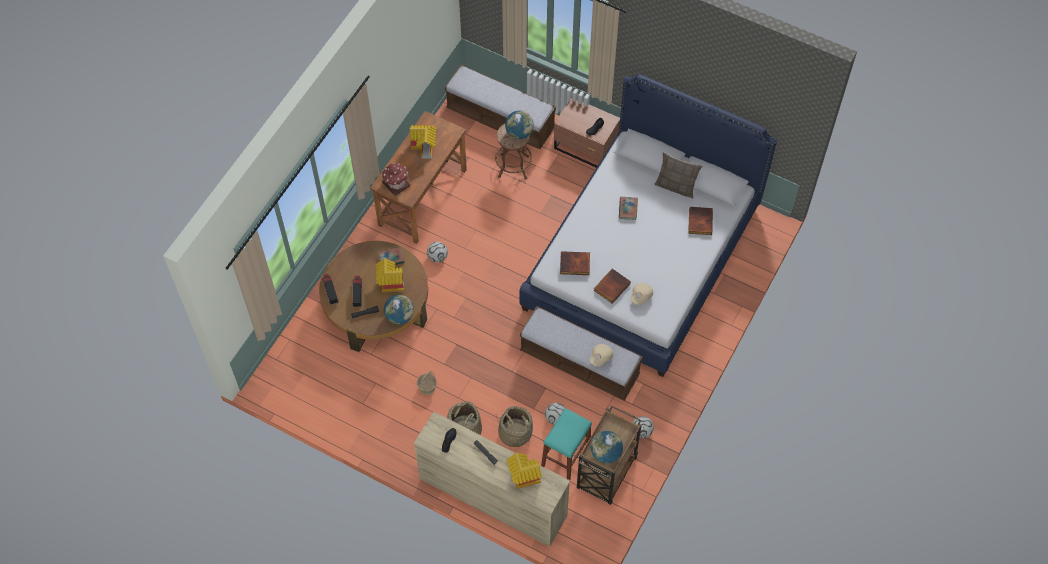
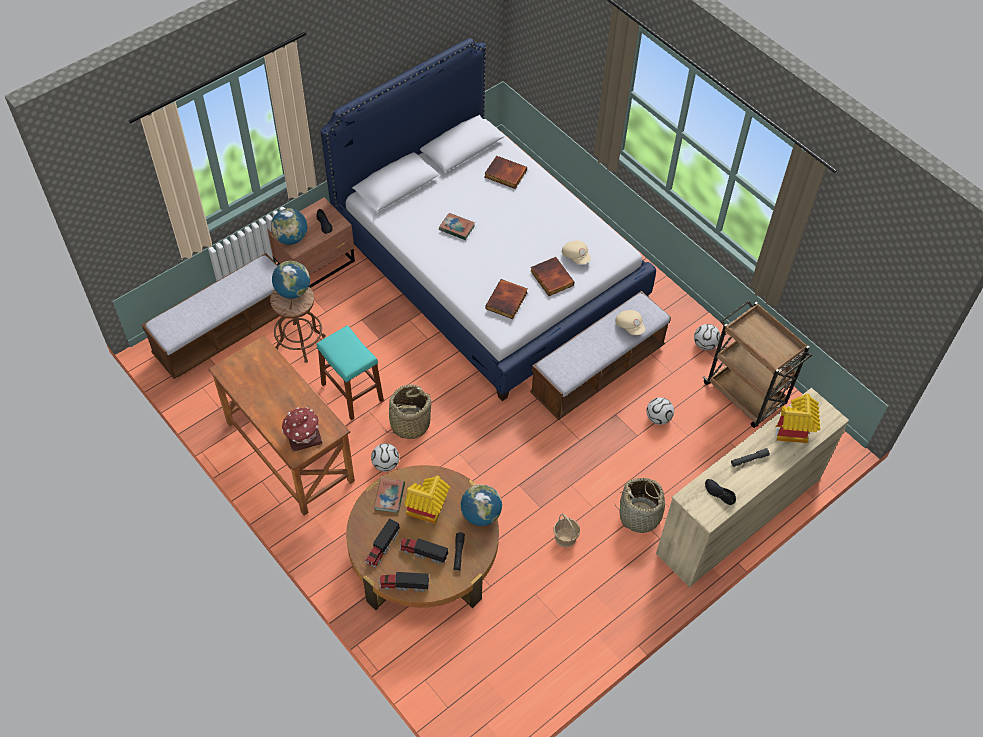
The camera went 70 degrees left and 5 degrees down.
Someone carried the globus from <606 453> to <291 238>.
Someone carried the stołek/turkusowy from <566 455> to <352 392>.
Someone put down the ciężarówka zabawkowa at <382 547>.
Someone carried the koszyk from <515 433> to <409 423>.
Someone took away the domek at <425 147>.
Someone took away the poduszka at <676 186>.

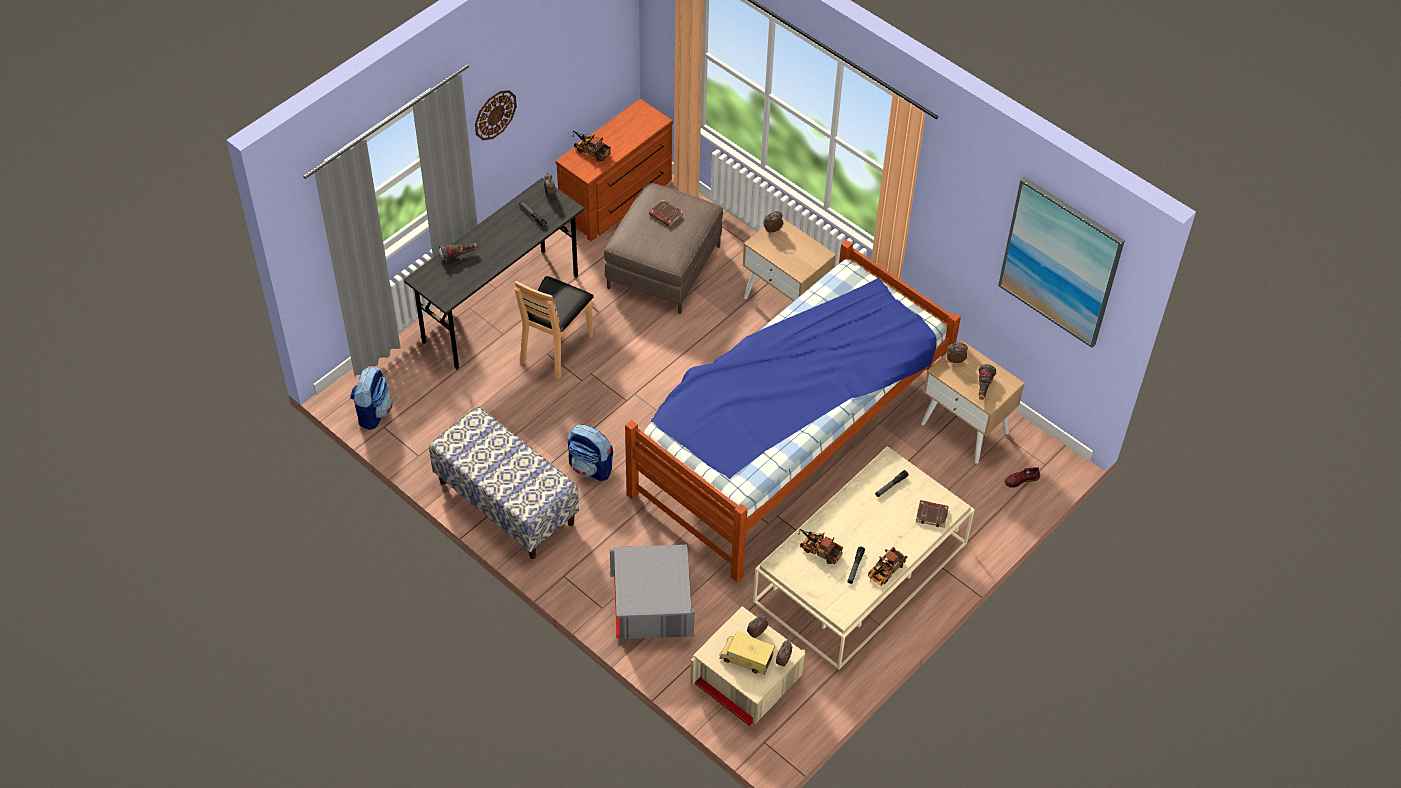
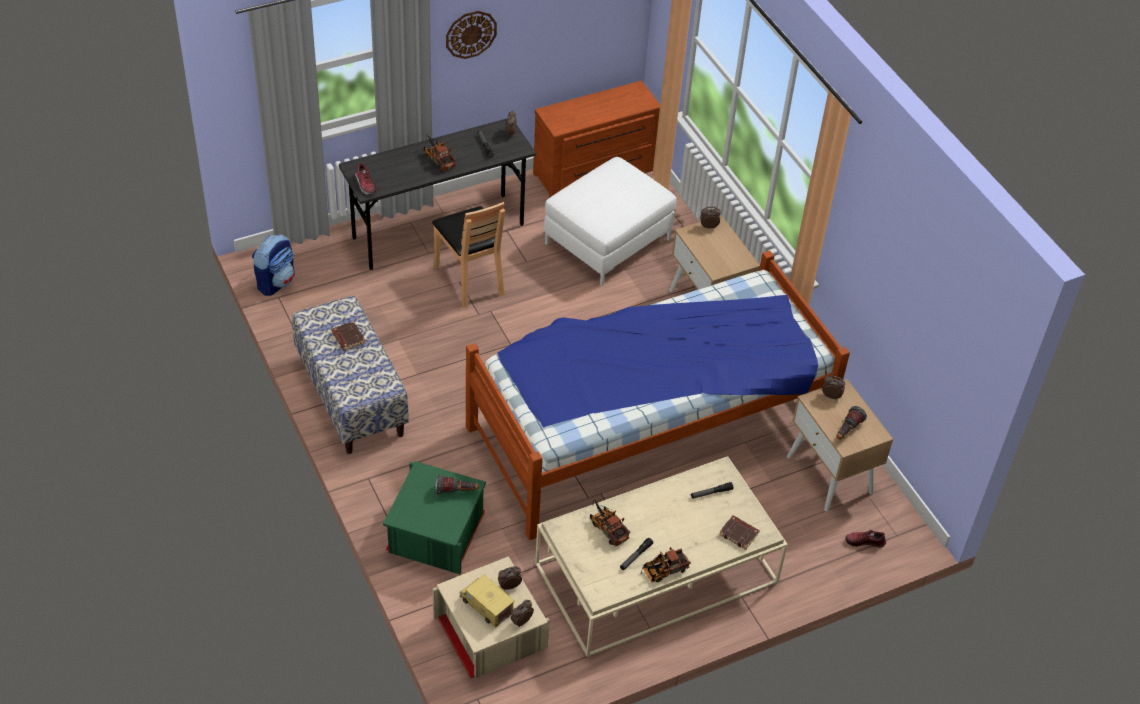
The camera went 20 degrees right and 5 degrees down.
Someone carried the książka/brązowy from <665 215> to <348 338>.
Someone put down the but at <364 184>.
Someone repainted the pojemnik do przechowywania/szary at <651 607>, which became the pojemnik do przechowywania/zielony at <434 535>.
Someone carried the ciężarówka zabawkowa from <590 150> to <438 159>.
Someone rotated the krzesło/brązowy at <556 348> by 75 degrees counterclockwise.
Someone carried the latarka from <459 256> to <457 491>.
Someone repainted the pufa/brązowy at <664 267>, which became the pufa/biały at <607 241>.
Someone took away the plecak at <591 467>.
Someone took away the obraz at <1060 262>.

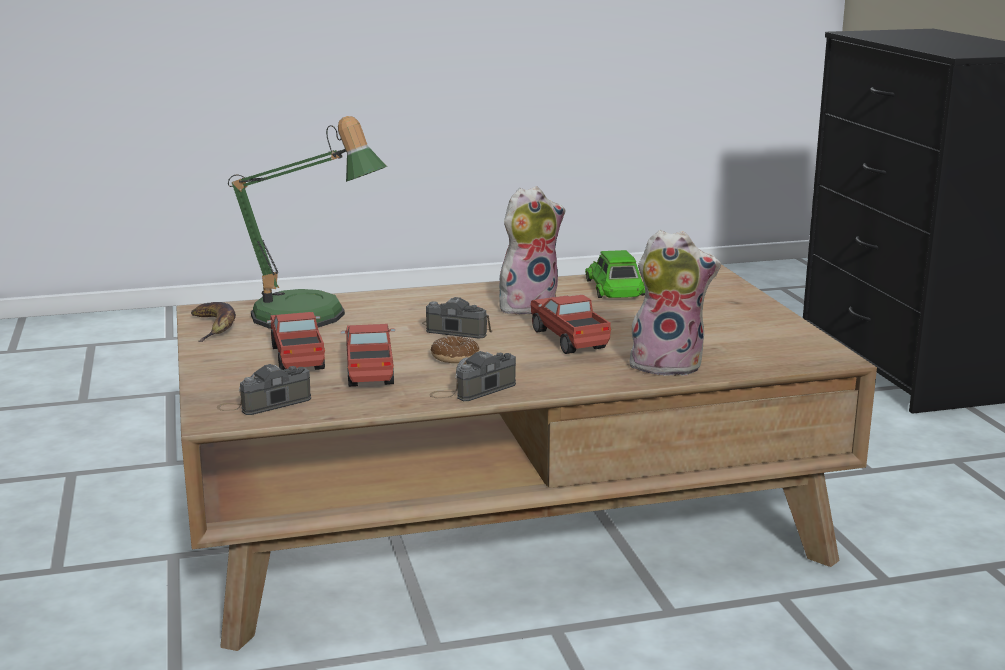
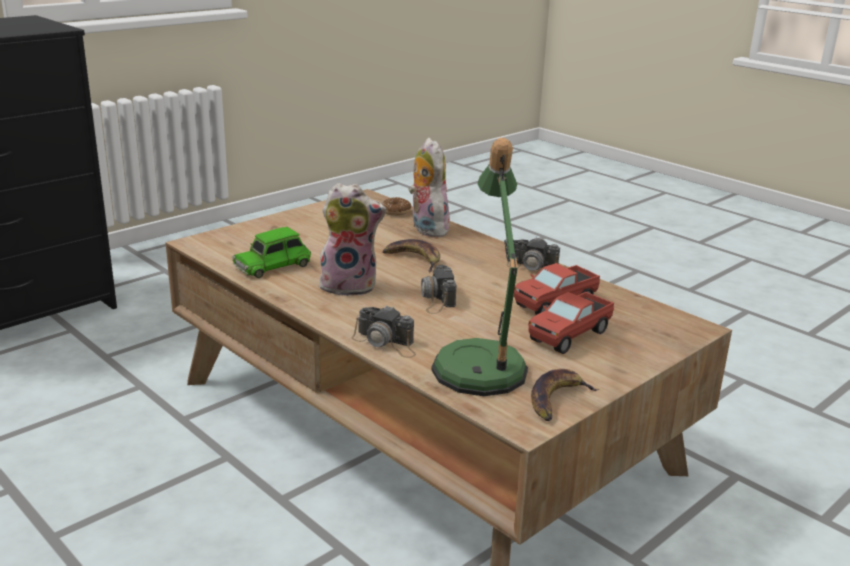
The camera went 120 degrees left and 5 degrees up.
Someone rotated the pluszak at <528 305> by 150 degrees clockwise.
Someone carried the aparat fotograficzny from <265 403> to <386 343>.
Someone carried the donut from <455 357> to <395 211>.
Someone swapped the ciężarówka zabawkowa at <569 340> for the banan at <414 259>.

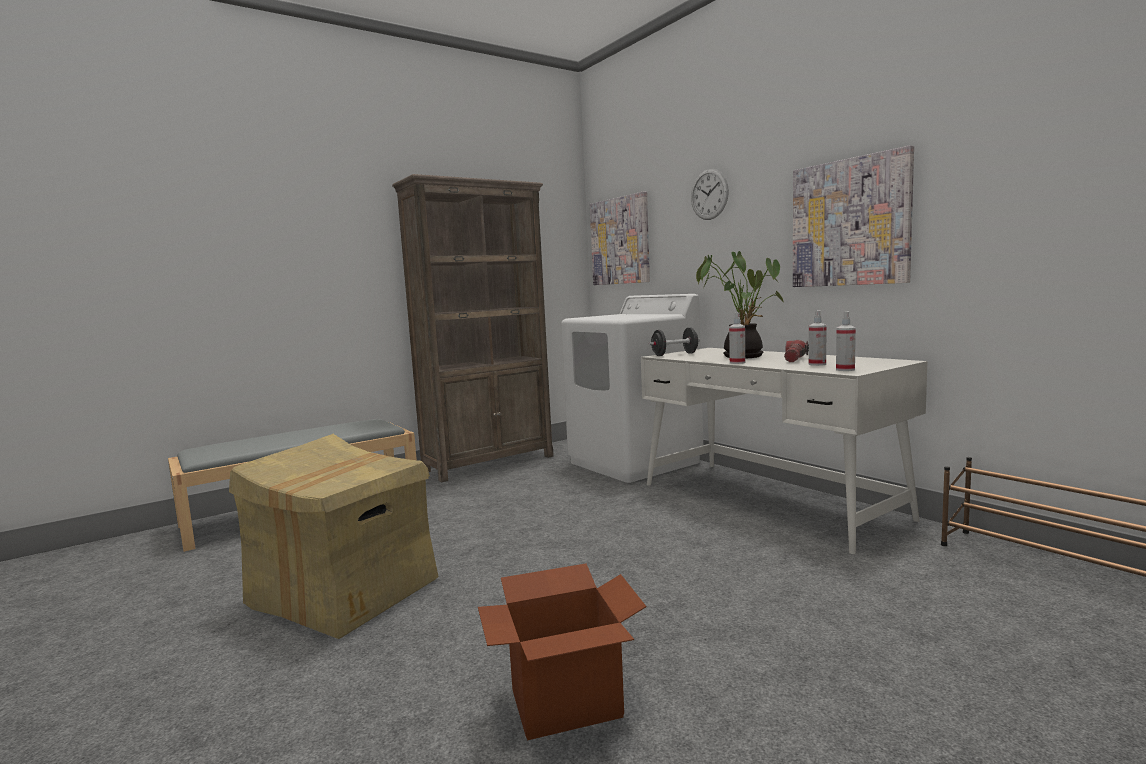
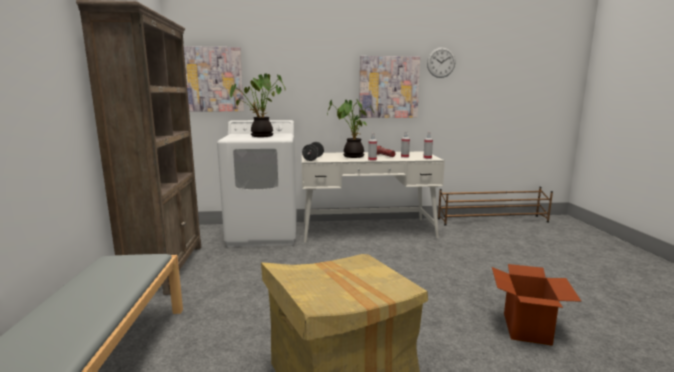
The camera went 60 degrees left and 5 degrees up.
Someone put down the roślina doniczkowa at <260 136>.
Someone carried the zegar ścienny from <709 194> to <441 62>.

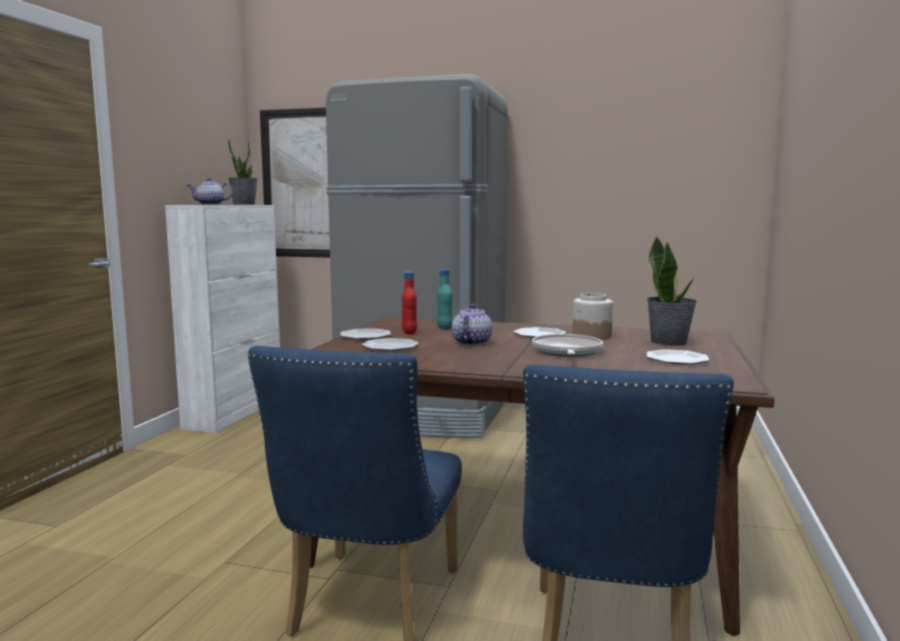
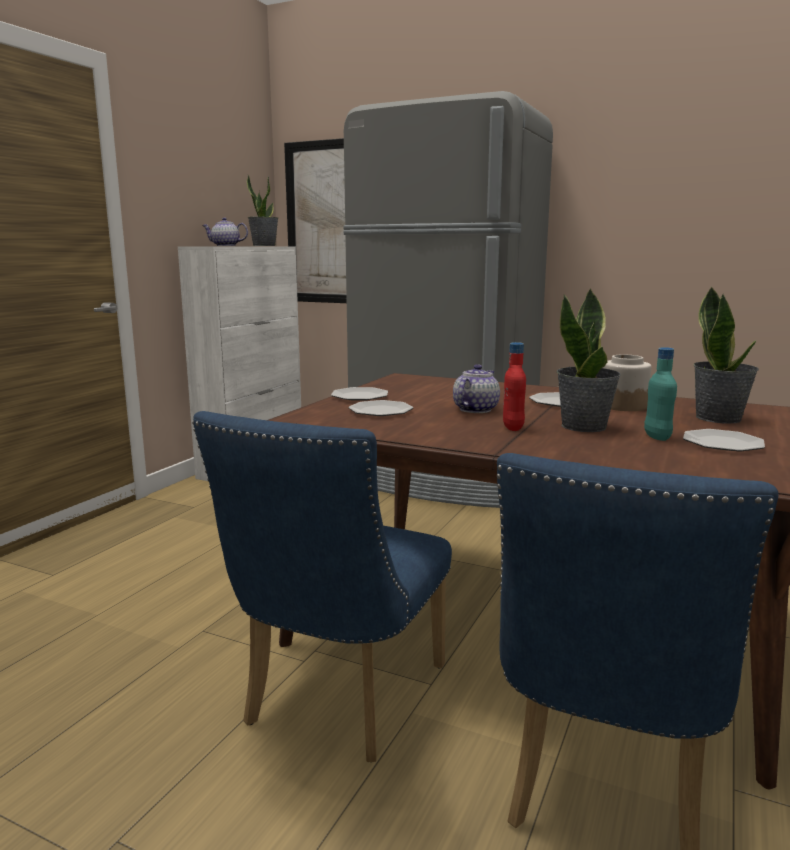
The camera went 10 degrees right and 5 degrees up.
Someone carried the butelka/czerwony from <409 333> to <513 428>.
Someone swapped the patelnia at <566 352> for the roślina doniczkowa at <584 426>.
Someone carried the butelka/turkusowy from <444 328> to <657 437>.

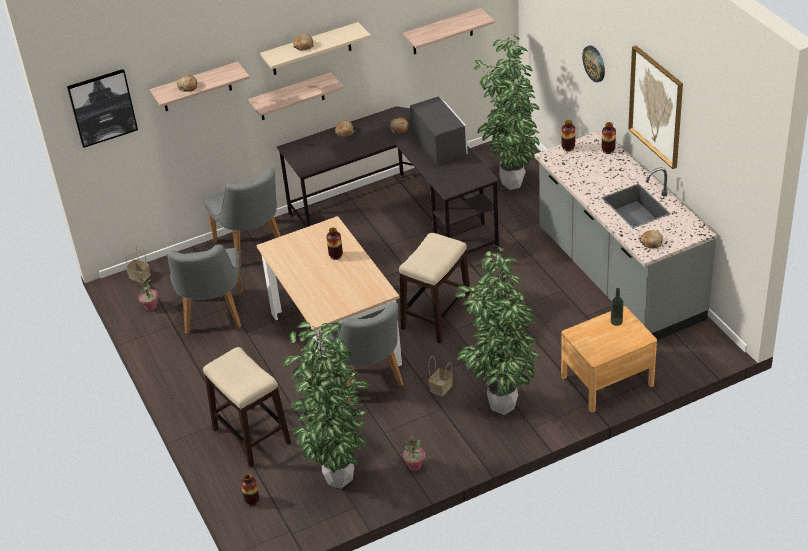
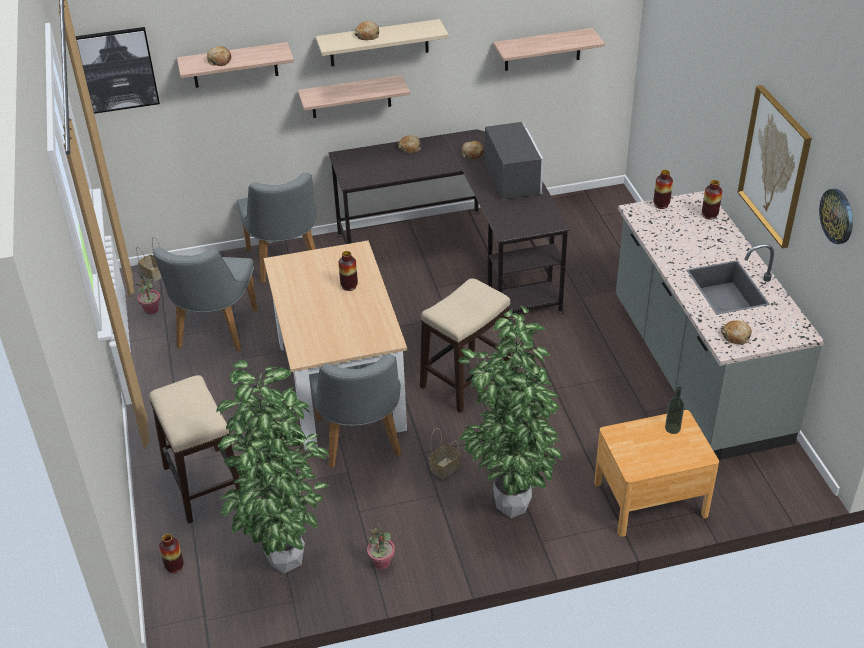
The camera went 10 degrees right and 0 degrees up.
Someone carried the zegar ścienny from <594 63> to <837 216>.
Someone took away the roślina doniczkowa at <509 183>.

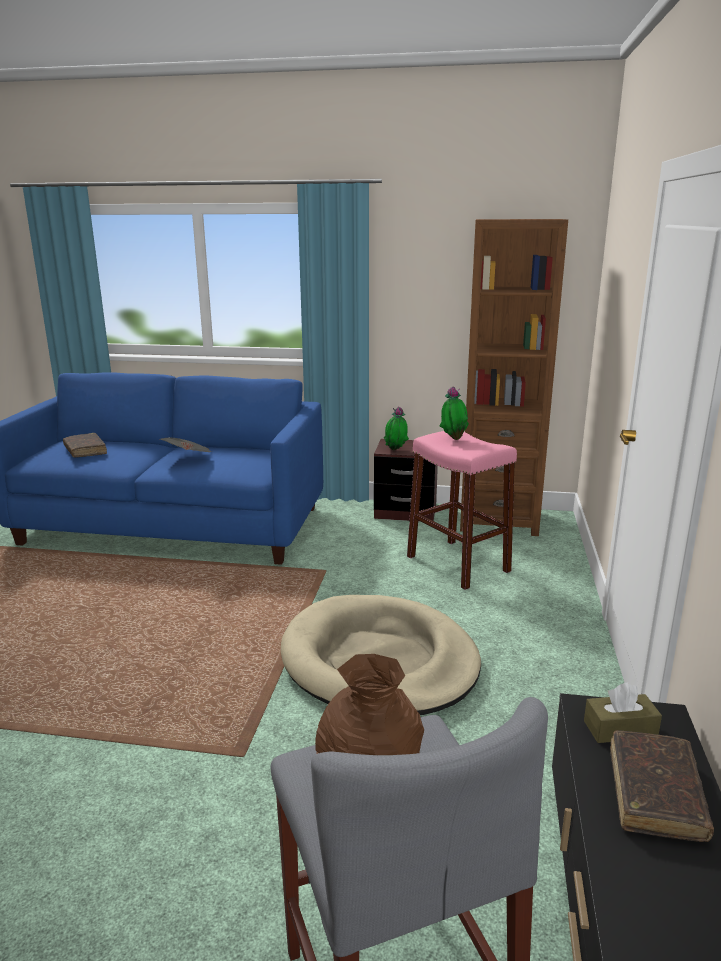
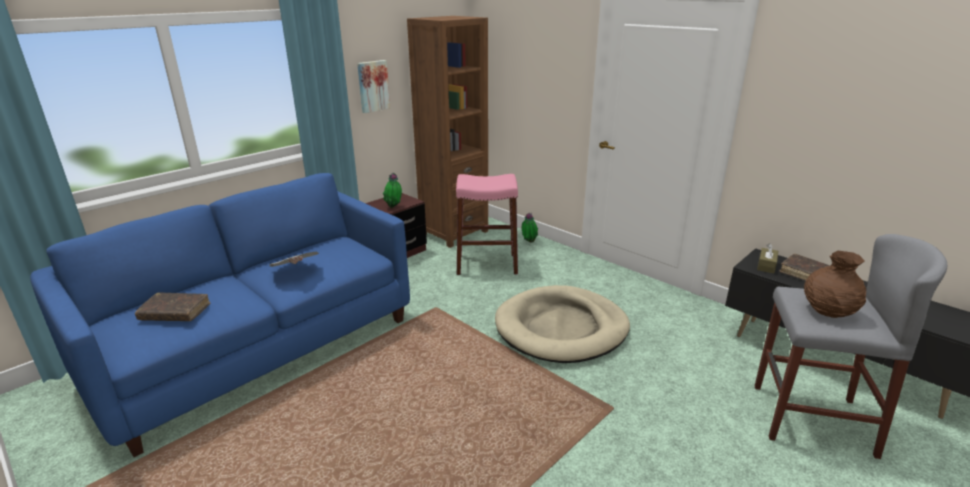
The camera went 55 degrees left and 5 degrees up.
Someone put up the obraz at <373 86>.
Someone carried the roślina doniczkowa from <453 439> to <529 242>.

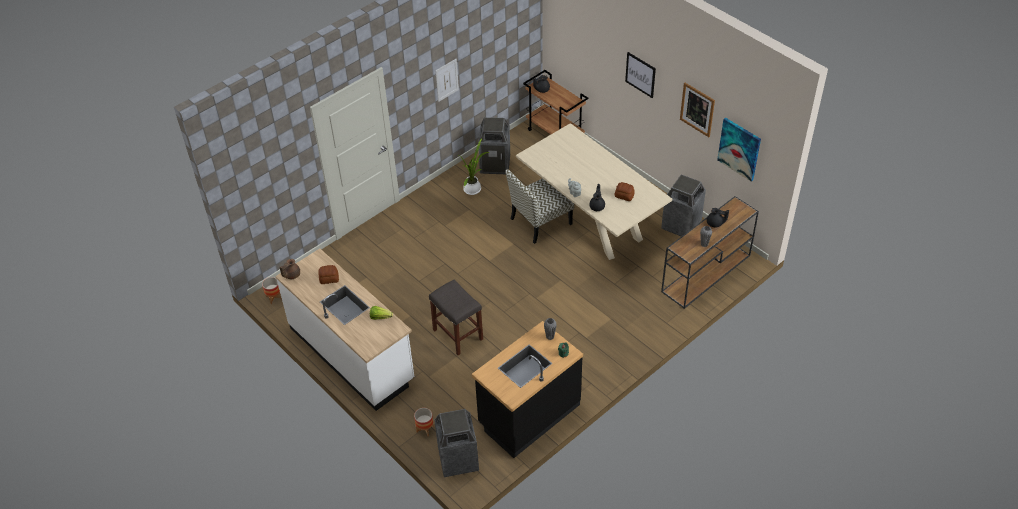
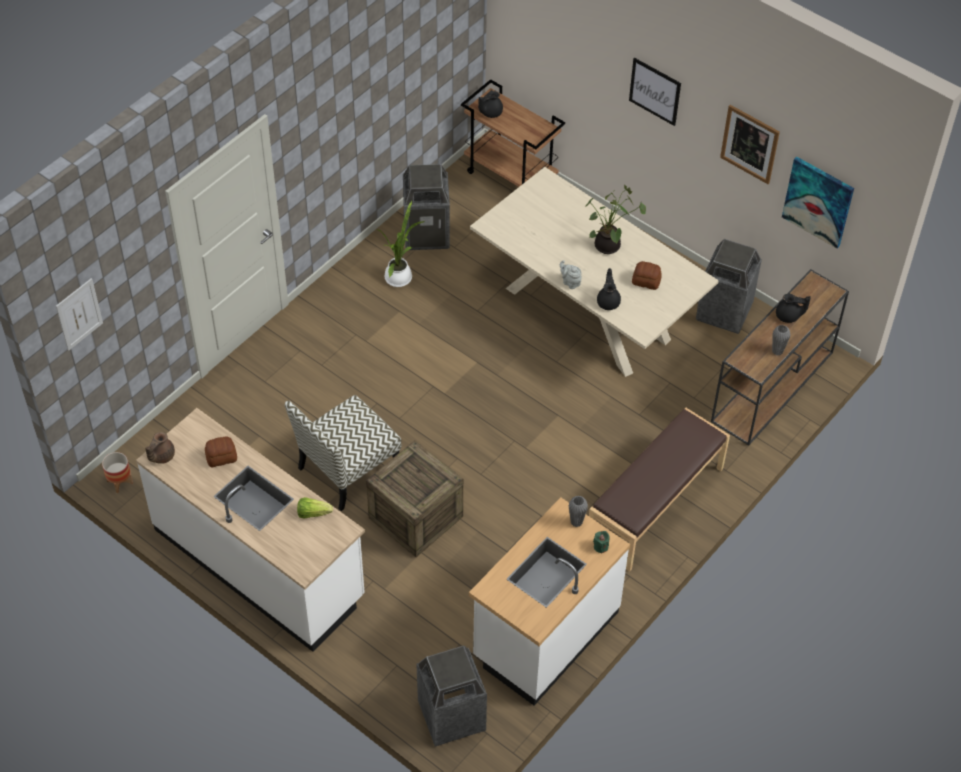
The camera went 10 degrees left and 5 degrees up.
Someone carried the obraz from <447 80> to <79 314>.
Someone carried the krzesło from <540 222> to <347 470>.
Someone swapped the stołek/szary at <457 334> for the skrzynka at <415 517>.
Someone repainted the zabudowa kuchenna/czarny at <528 414>, which became the zabudowa kuchenna/biały at <544 635>.
Someone put down the roślina doniczkowa at <608 247>.
Someone put down the ławka/brązowy at <656 505>.
Someone took away the donica at <425 429>.

